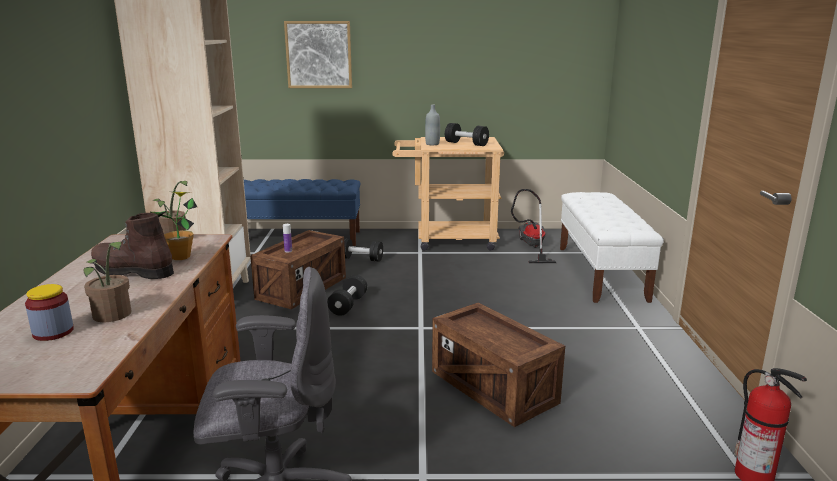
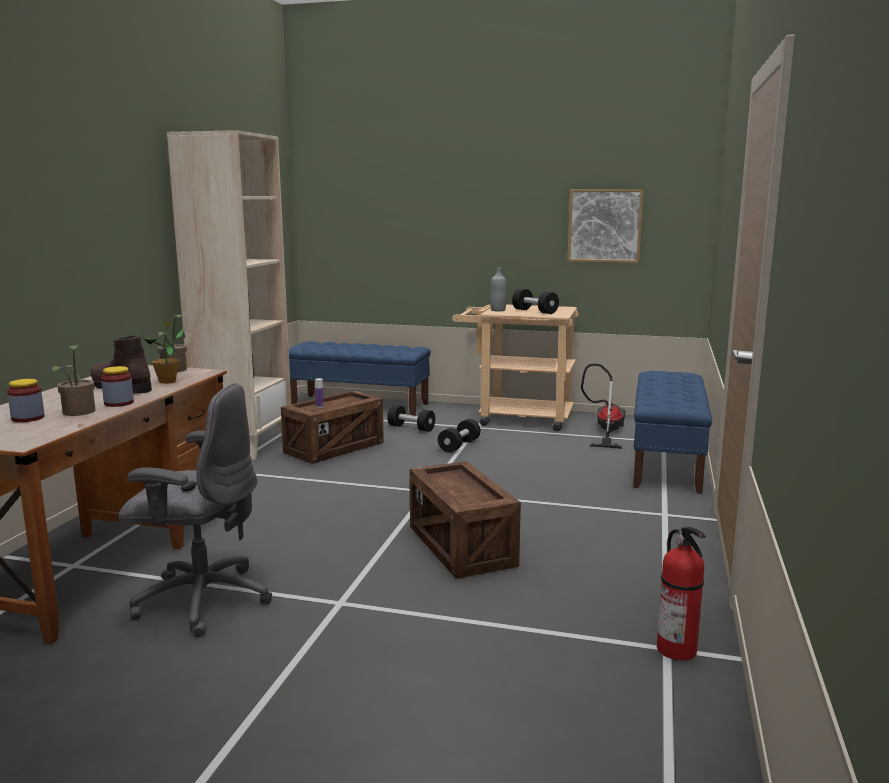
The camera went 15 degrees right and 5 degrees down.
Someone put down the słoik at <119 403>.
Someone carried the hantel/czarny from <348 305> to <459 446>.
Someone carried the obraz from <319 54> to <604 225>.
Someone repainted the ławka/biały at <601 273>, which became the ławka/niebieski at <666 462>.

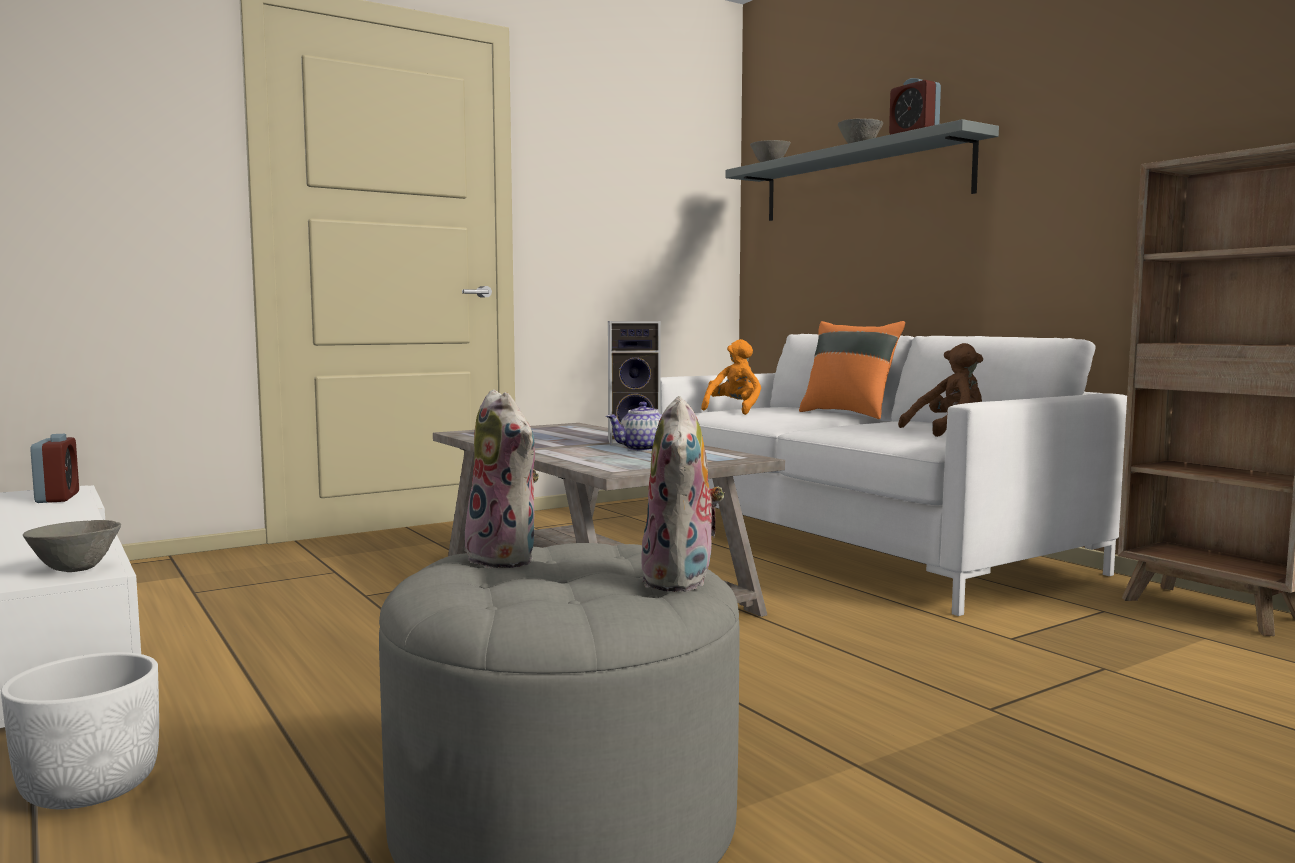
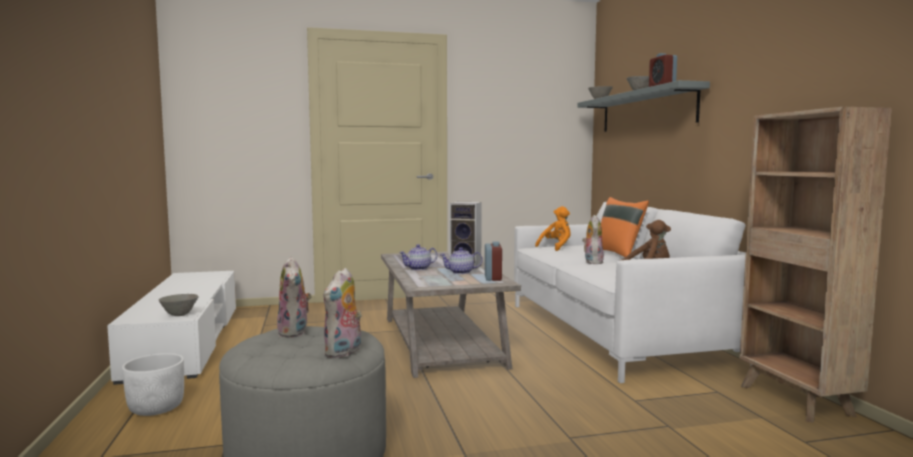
The camera went 20 degrees right and 0 degrees up.
Someone put down the imbryk at <418 268>.
Someone carried the budzik from <57 498> to <493 277>.
Someone put down the pluszak at <592 262>.

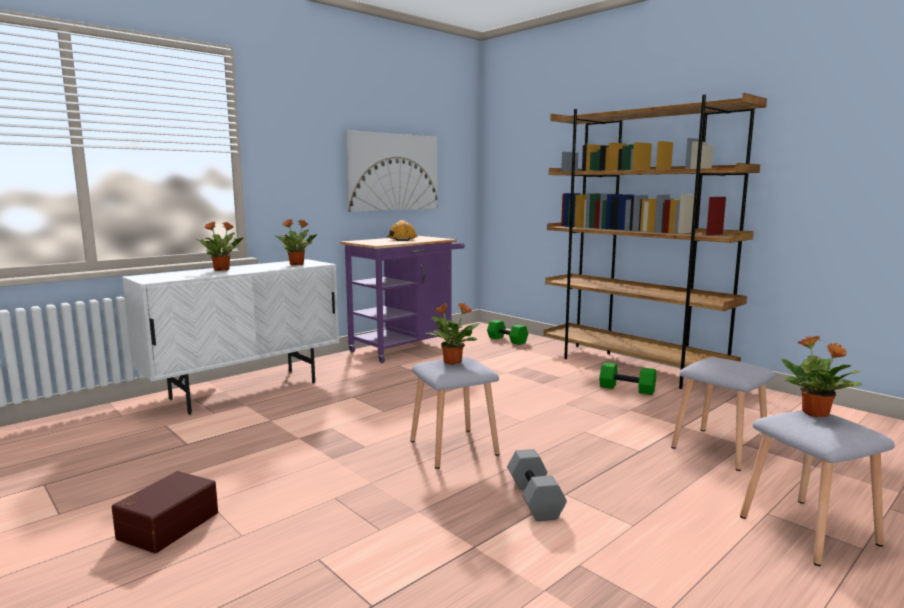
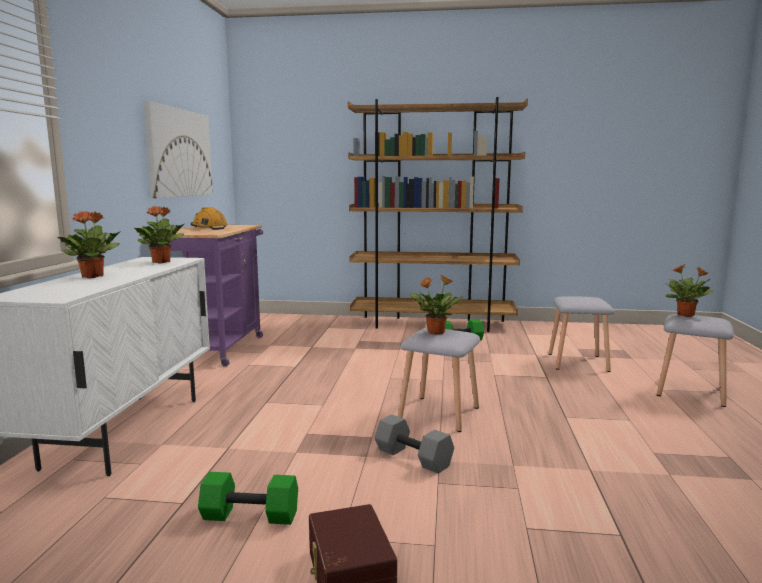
The camera went 40 degrees left and 0 degrees up.
Someone carried the hantel/zielony from <508 340> to <251 515>.
Someone carried the hantel/szary from <536 499> to <414 458>.

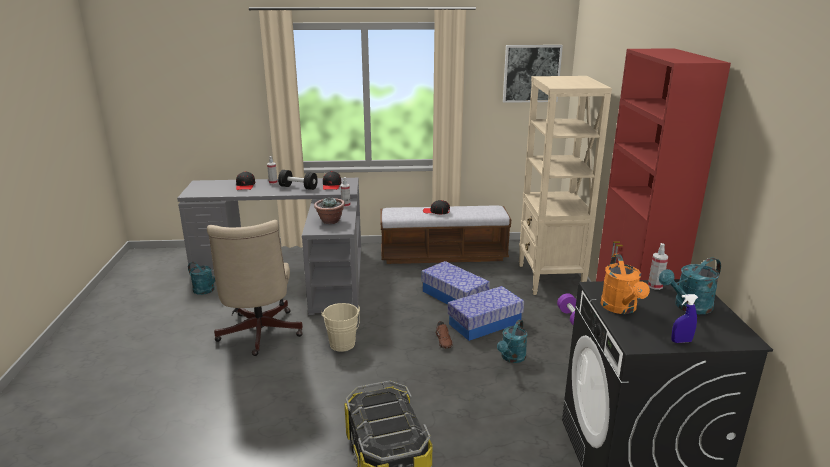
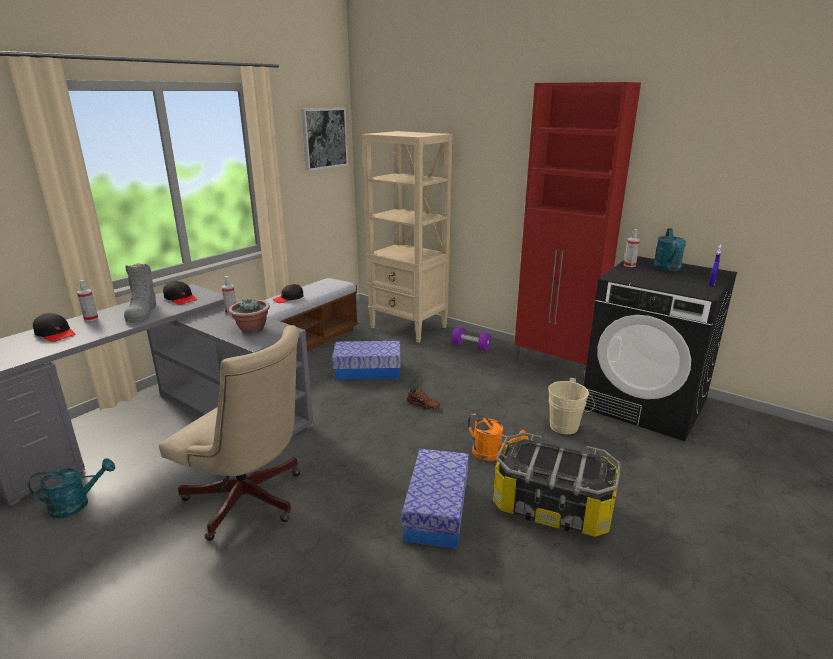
The camera went 50 degrees left and 0 degrees up.
Someone swapped the hantel/czarny at <298 187> for the but z cholewką/szary at <142 312>.
Someone carried the pojemnik do przechowywania from <485 323> to <437 510>.
Someone carried the konewka/pomarańczowy from <621 308> to <492 454>.
Someone carried the wiadro/beżowy from <342 346> to <567 427>.
Someone took away the konewka/turkusowy at <511 358>.

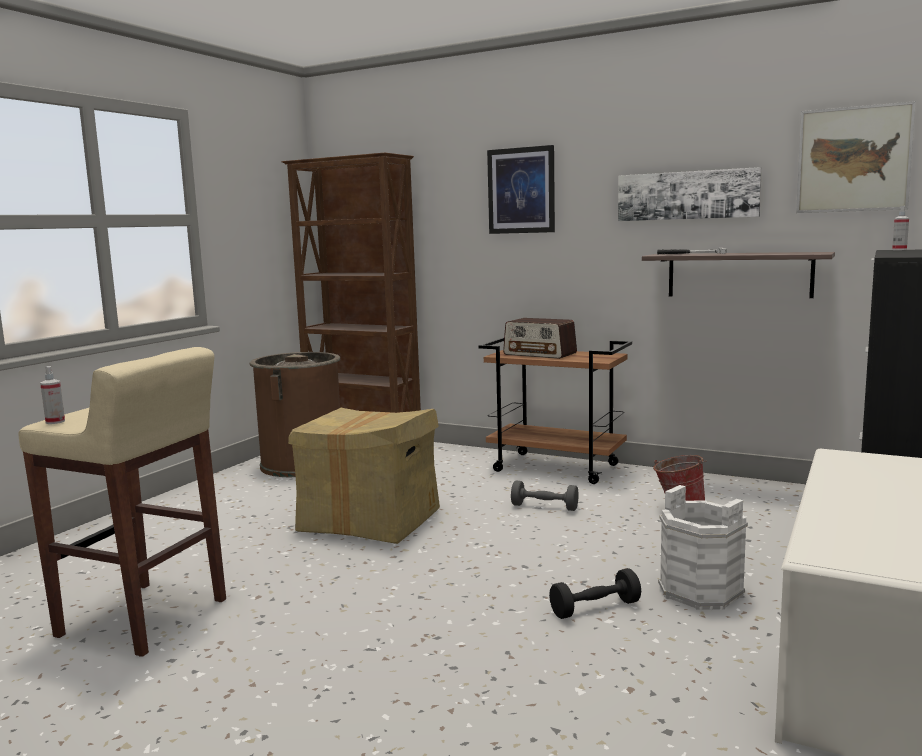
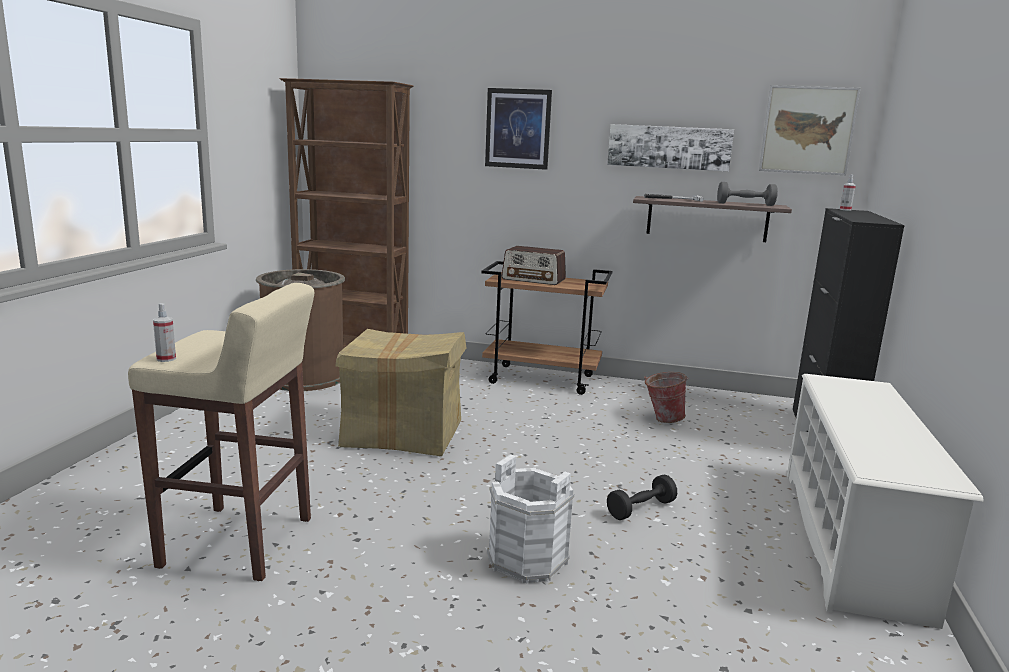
The camera went 15 degrees left and 5 degrees up.
Someone carried the wiadro/biały from <700 592> to <527 560>.
Someone carried the hantel/szary from <544 507> to <745 204>.

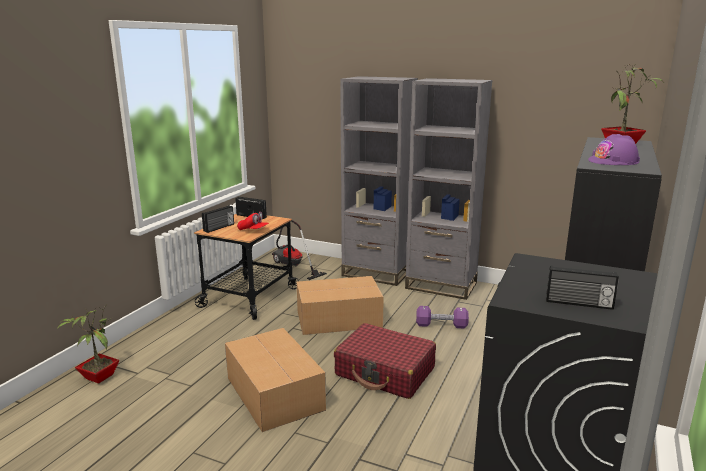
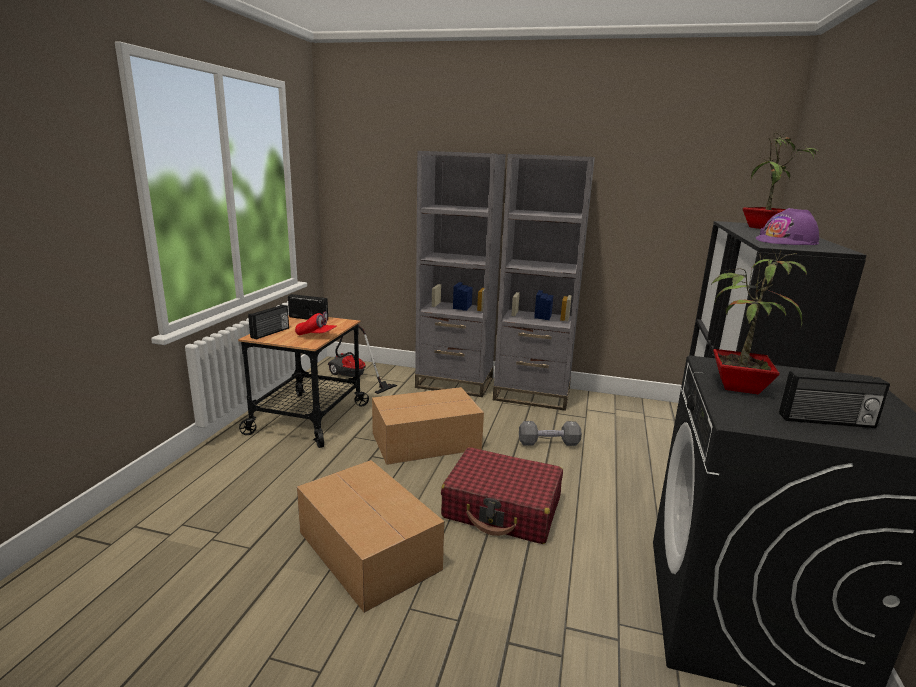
The camera went 10 degrees left and 0 degrees up.
Someone repainted the hantel/fioletowy at <441 325>, which became the hantel/szary at <548 443>.
Someone carried the roślina doniczkowa from <98 377> to <735 386>.

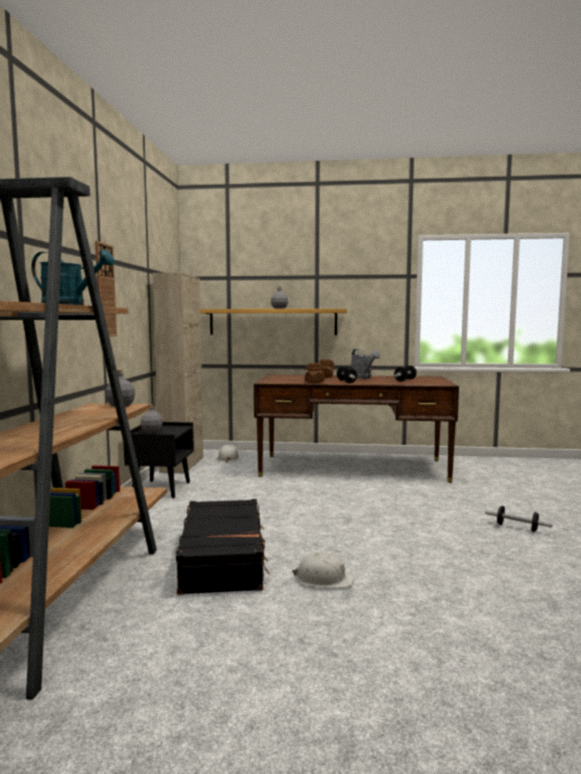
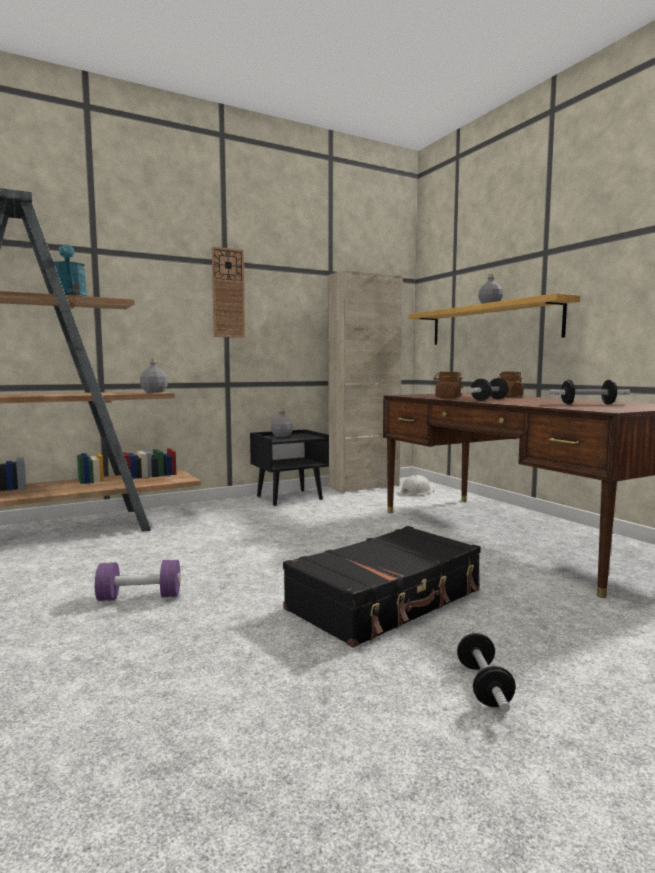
The camera went 55 degrees right and 0 degrees up.
Someone swapped the kask/biały at <323 579> for the hantel/fioletowy at <140 597>.
Someone carried the walizka/czarny from <223 558> to <386 600>.
Someone took away the konewka/szary at <363 378>.

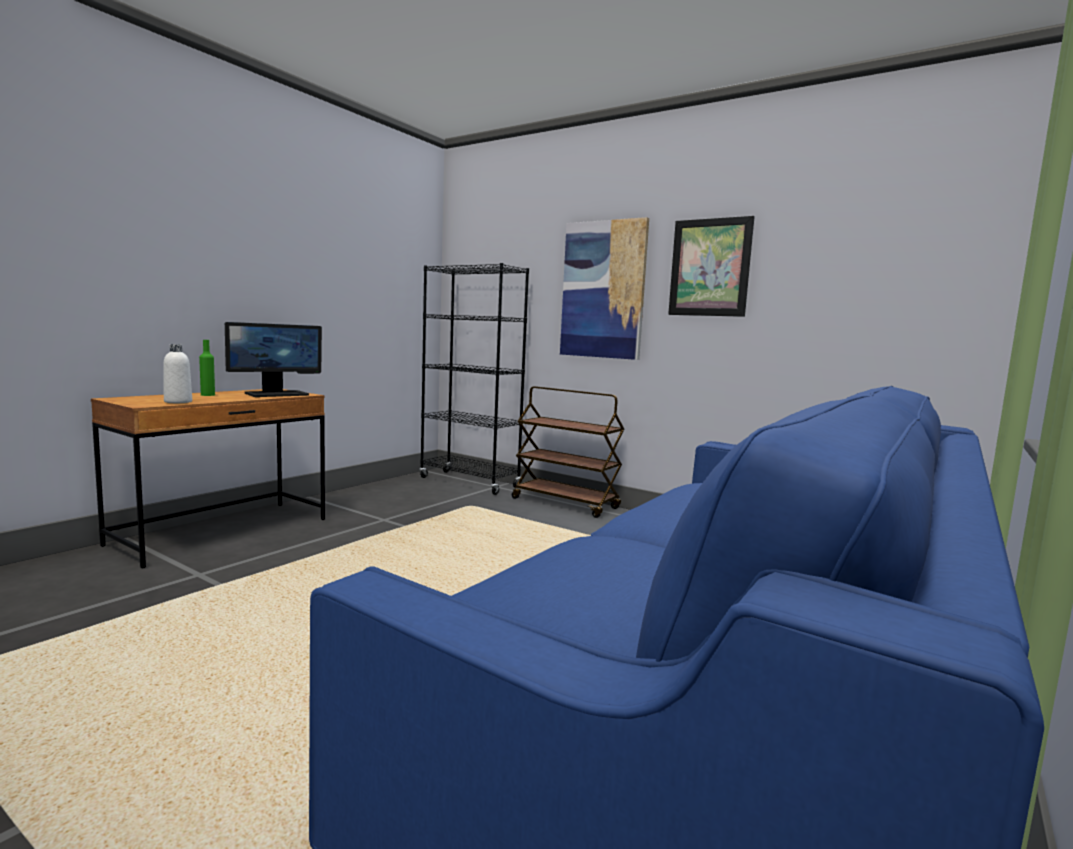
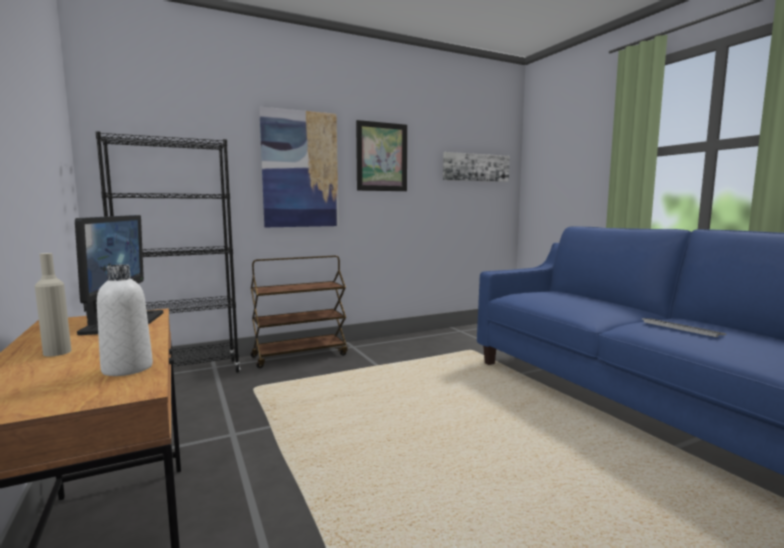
The camera went 60 degrees left and 0 degrees up.
Someone repainted the butelka/zielony at <208 395>, which became the butelka/beżowy at <57 352>.
Someone put up the obraz at <476 167>.
Someone put down the klawiatura at <681 328>.

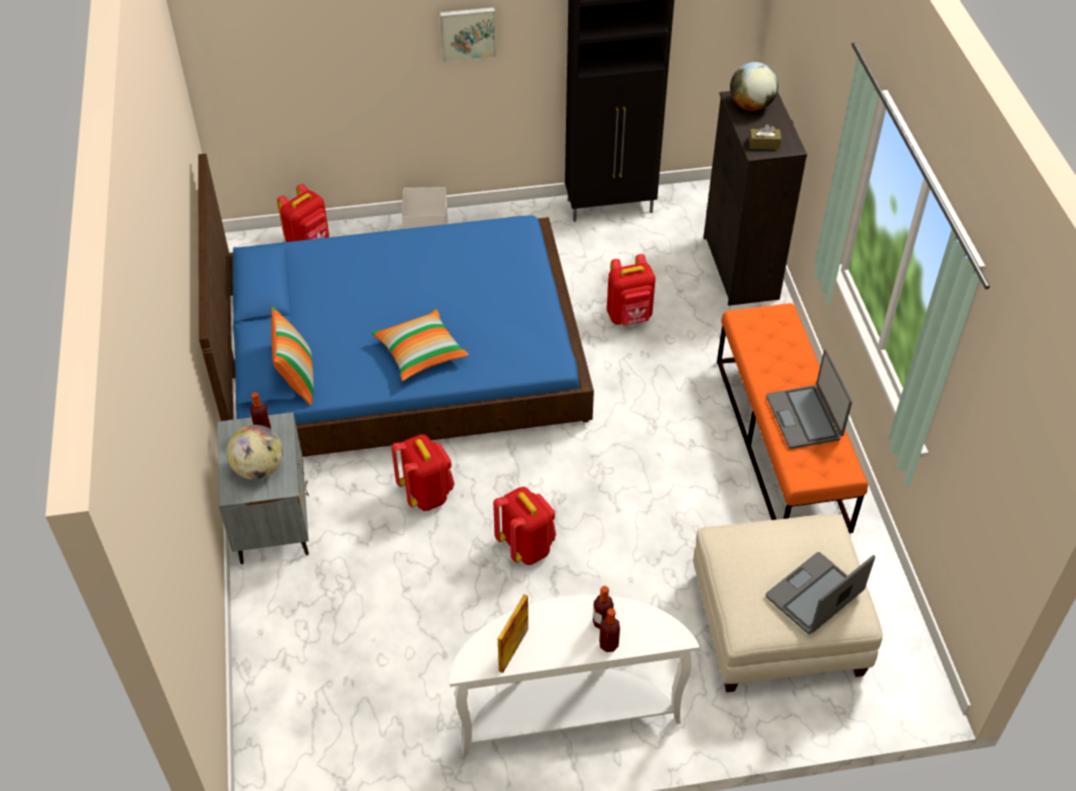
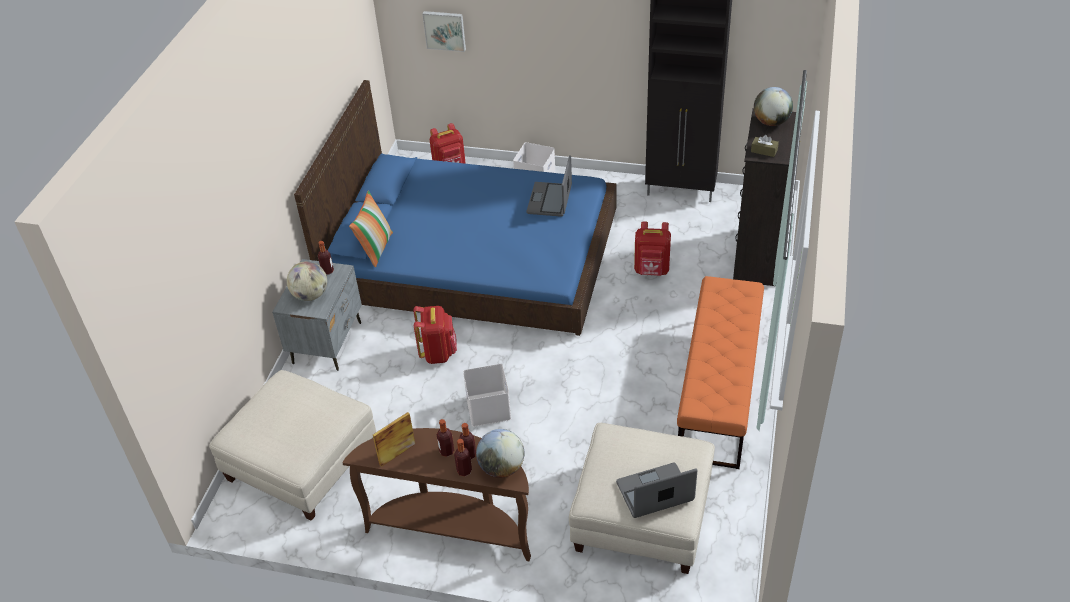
The camera went 25 degrees right and 5 degrees down.
Someone put down the pufa/beżowy at <302 461>.
Someone repainted the stolik konsolowy/biały at <567 713>, which became the stolik konsolowy/brązowy at <452 527>.
Someone carried the obraz from <468 33> to <445 30>.
Someone put down the butelka at <446 451>.
Someone swapped the plecak/czerwony at <526 546> for the pojemnik do przechowywania/biały at <487 407>.
Someone put down the globus at <502 467>.
Someone carried the laptop from <804 417> to <550 200>.
Someone took away the poduszka at <420 353>.

